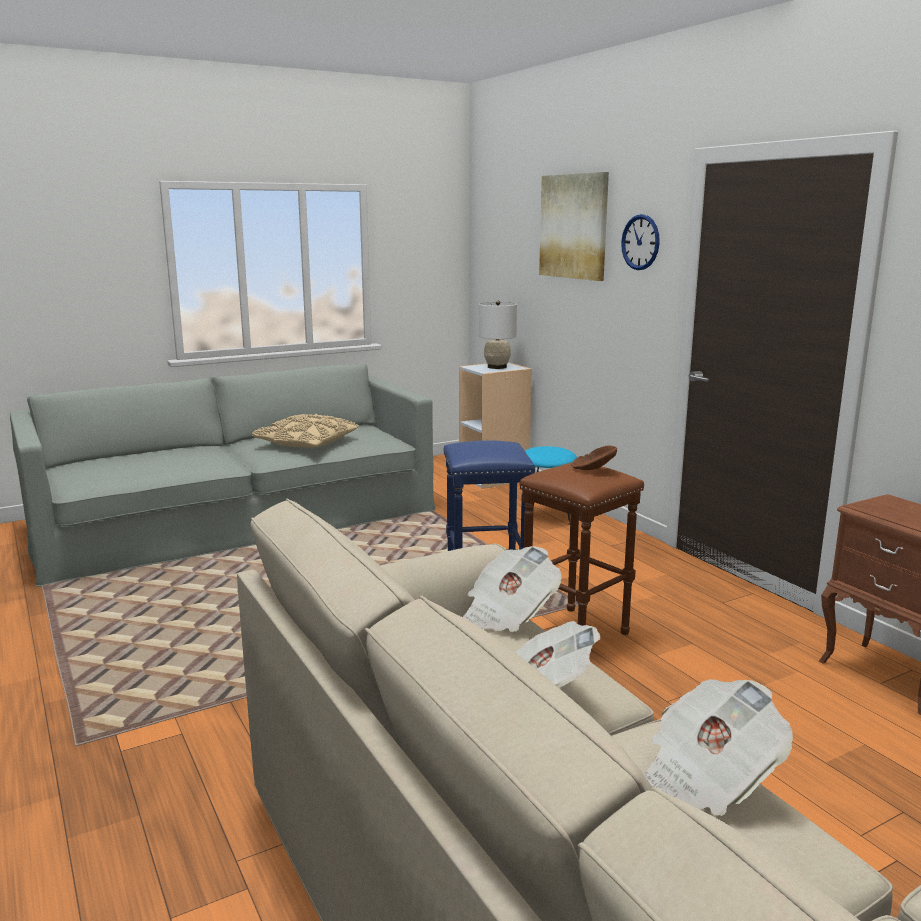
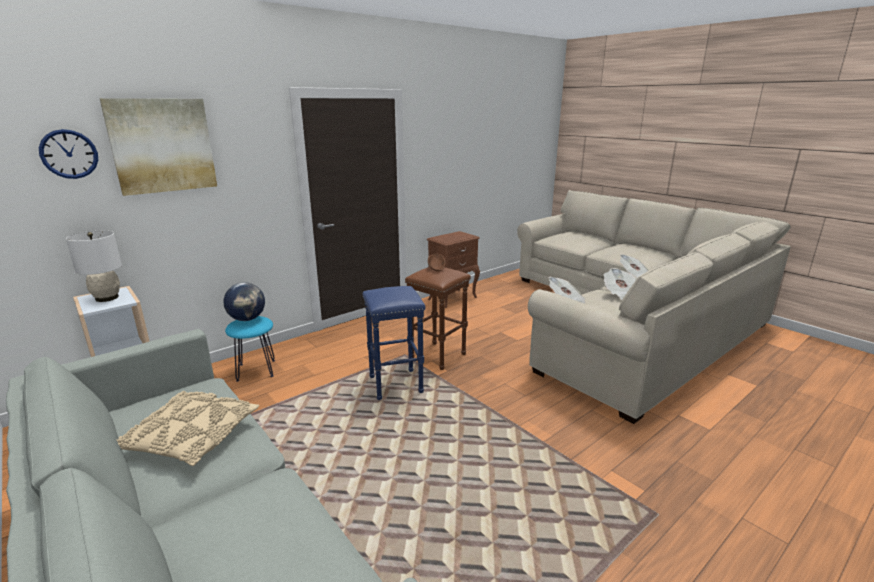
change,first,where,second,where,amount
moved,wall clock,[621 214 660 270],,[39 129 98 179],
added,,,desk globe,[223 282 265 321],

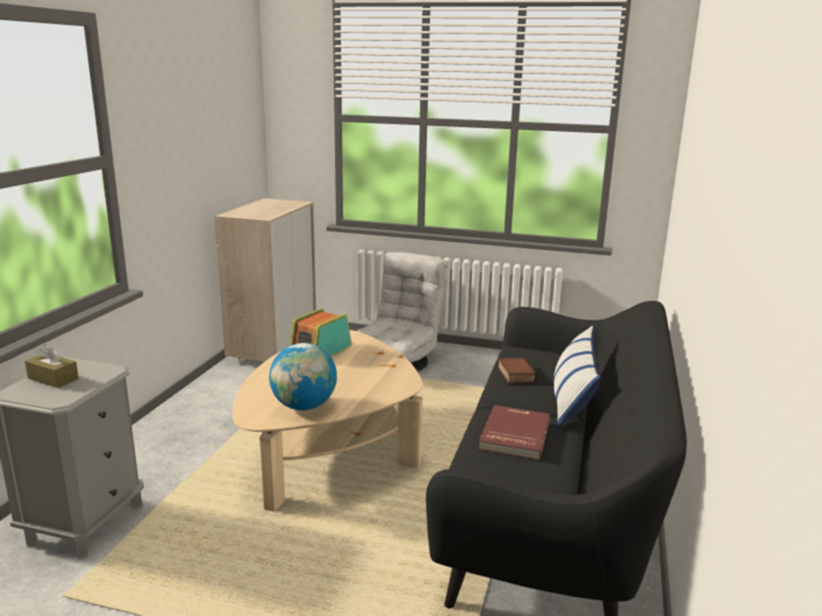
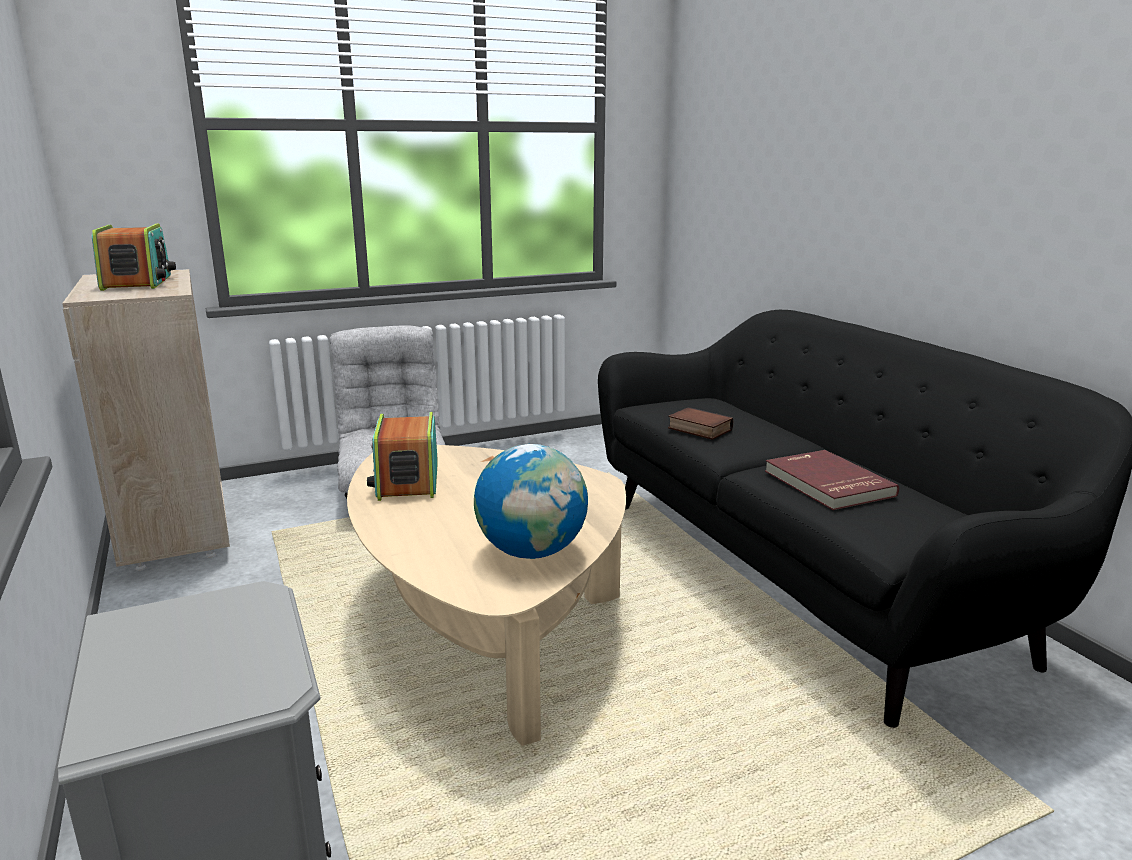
change,first,where,second,where,amount
removed,cushion,[554 325 601 428],,,
removed,brown box of tissues,[25 344 79 388],,,
added,,,radio receiver,[92 224 176 291],

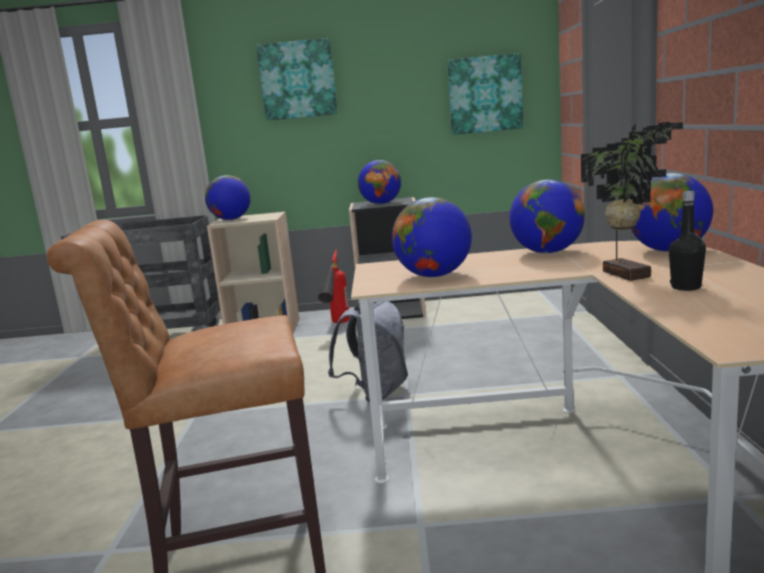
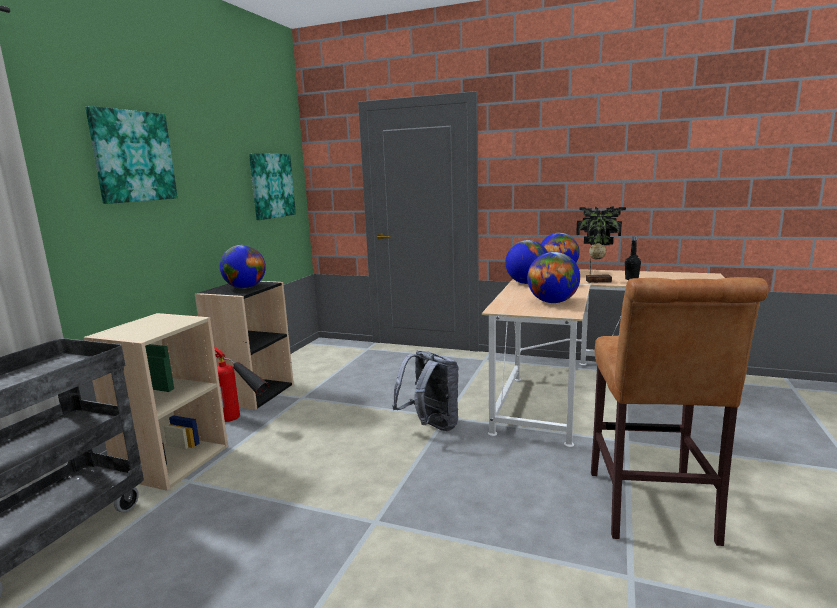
change,first,where,second,where,amount
removed,desk globe,[205 175 251 220],,,

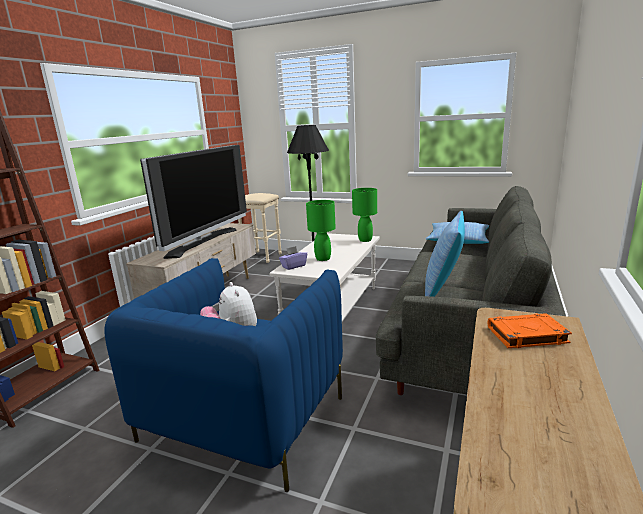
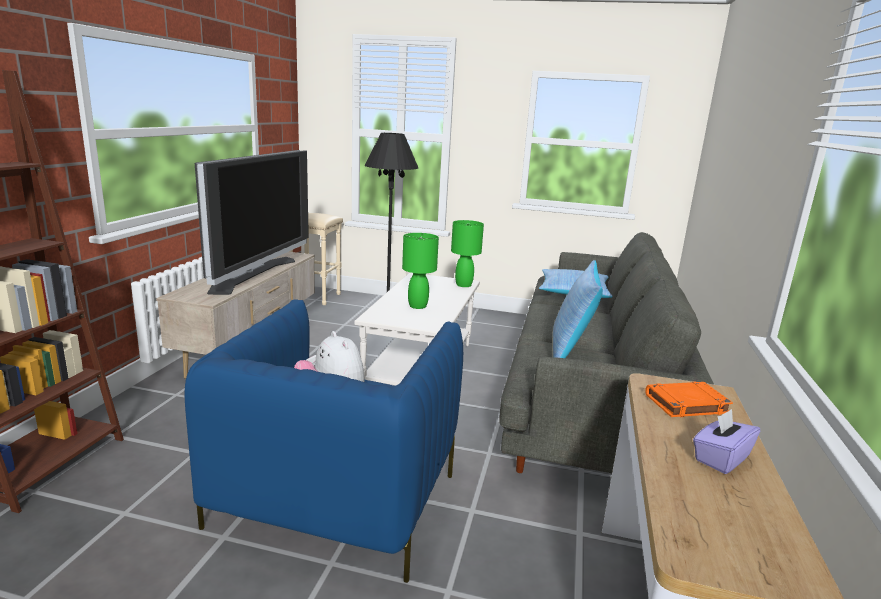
change,first,where,second,where,amount
moved,purple box of tissues,[279 246 307 270],,[693 409 760 474],

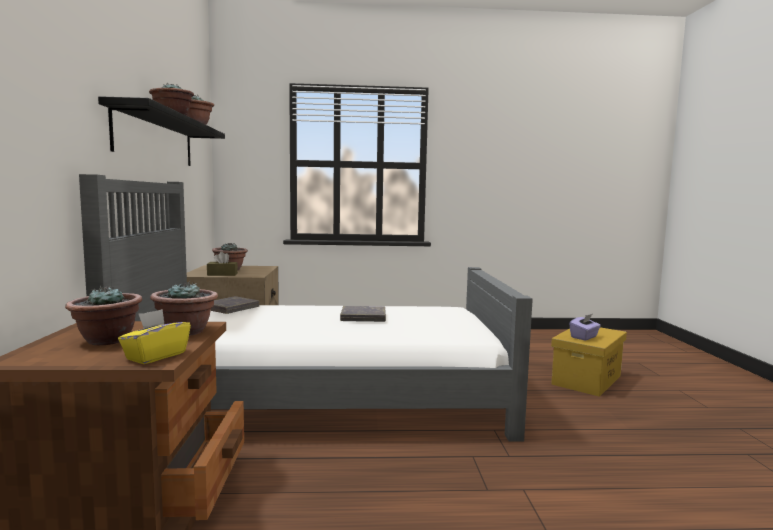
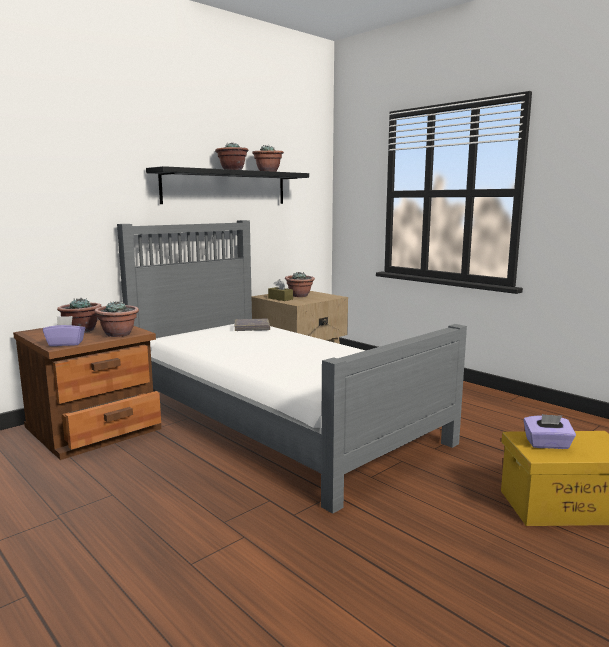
change,first,where,second,where,amount
removed,grey book,[340 306 386 322],,,
recoloured,yellow box of tissues,[118 309 191 364],purple box of tissues,[43 316 85 346],

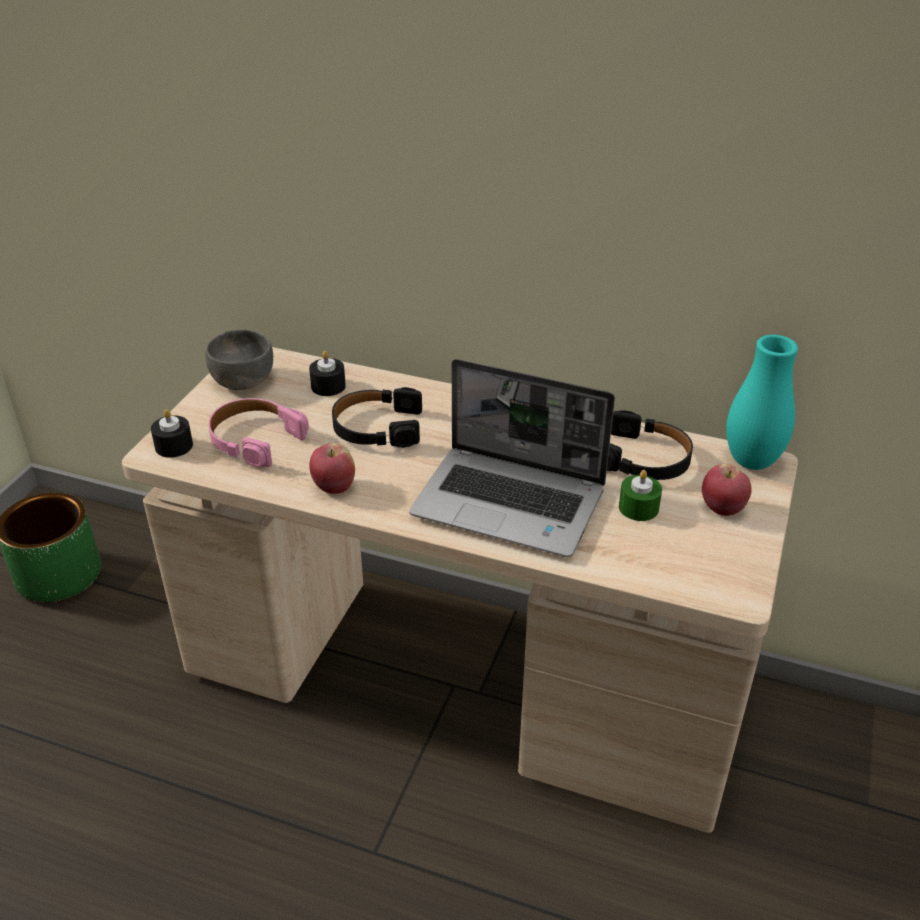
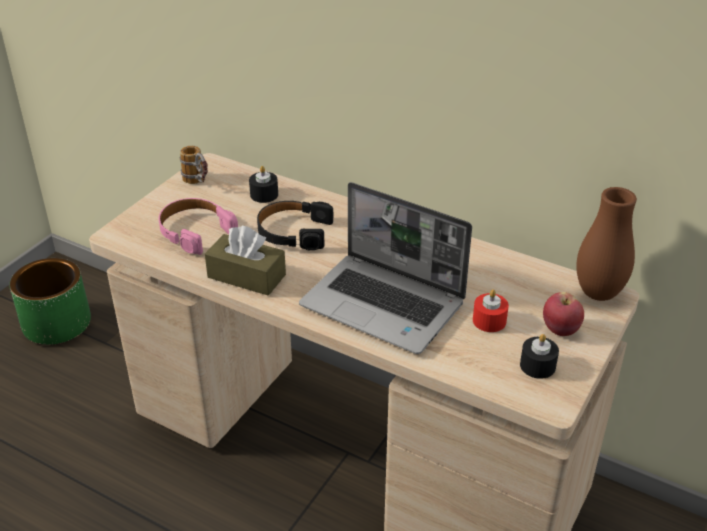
change,first,where,second,where,amount
replaced,grey deep dish,[205 330 273 390],coffee mug,[180 146 208 184],
recoloured,blue-green decorative vase,[726 335 798 470],brown decorative vase,[576 187 637 301],
moved,black-coloured candle,[151 409 193 458],,[520 334 559 379],
removed,black-coloured pair of headphones,[607 410 693 480],,,
replaced,whole apple,[309 443 355 494],brown box of tissues,[205 226 286 296],
recoloured,green candle,[619 470 662 521],red candle,[473 289 509 332],

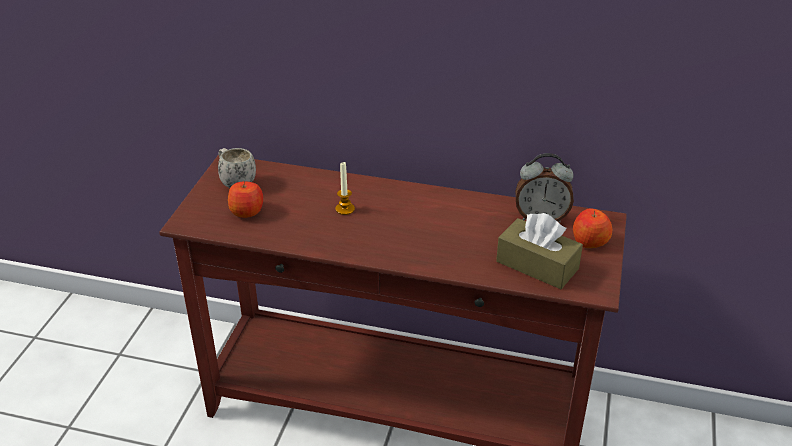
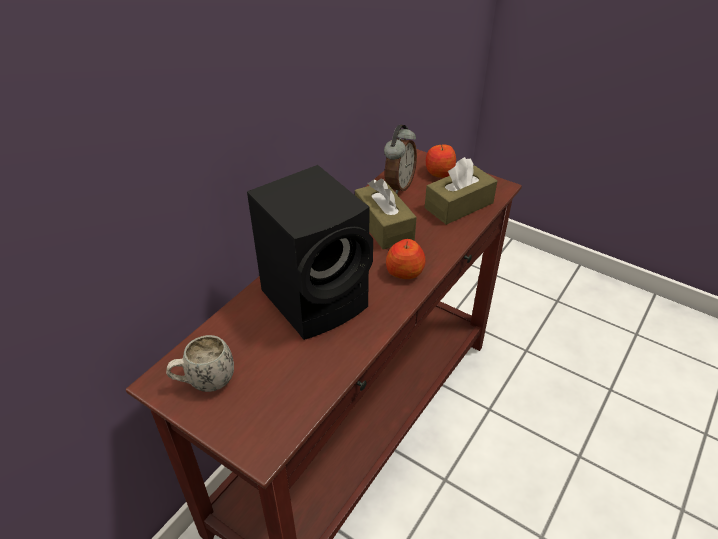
change,first,where,second,where,amount
replaced,candle,[336 162 355 215],black-coloured speaker,[247 165 373 340],
moved,whole apple,[228 181 263 218],,[386 239 426 279],
added,,,brown box of tissues,[355 179 417 250],

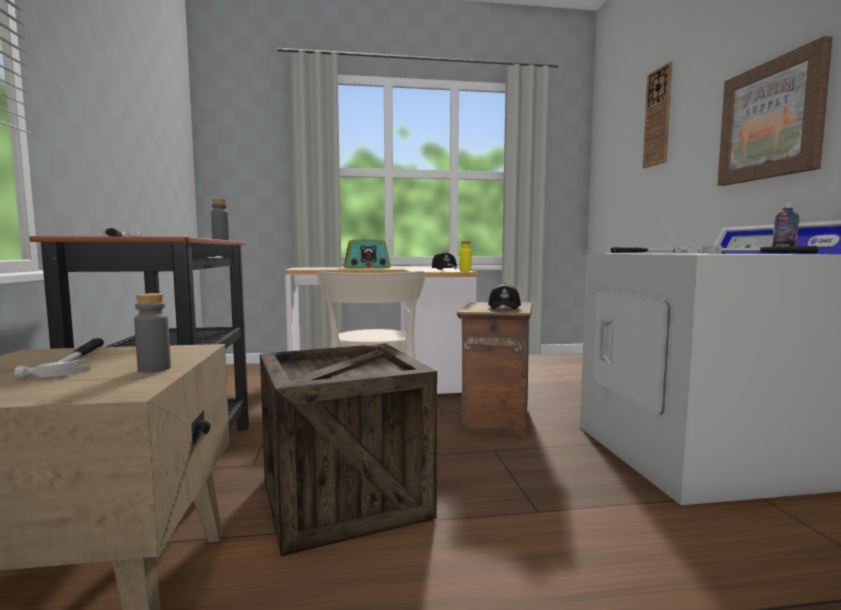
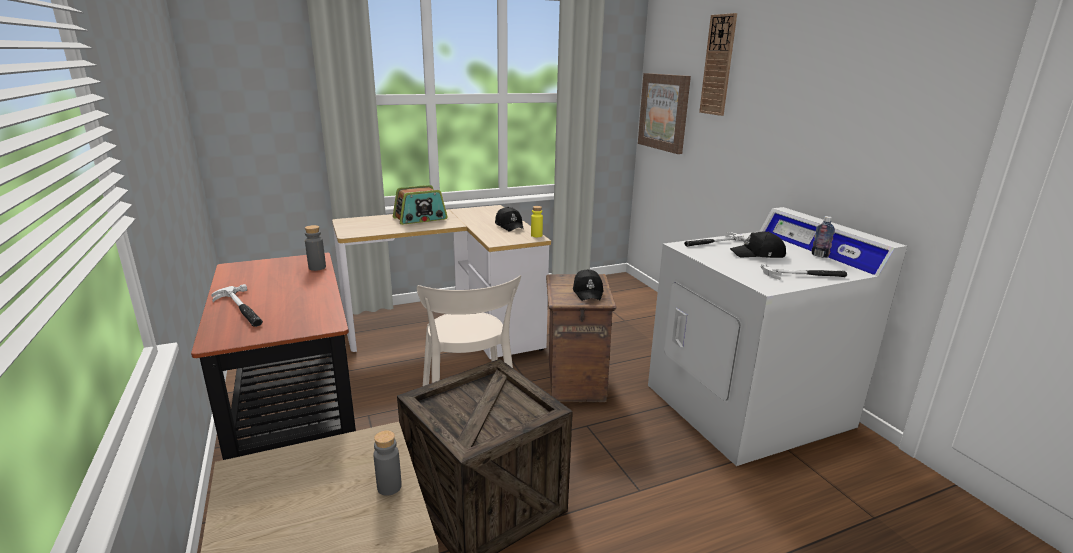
change,first,where,second,where,amount
moved,wall art,[717 36 833 186],,[638 73 691 154],
removed,hand hammer,[14 338 104 379],,,
added,,,black-coloured baseball cap,[730 232 786 258],

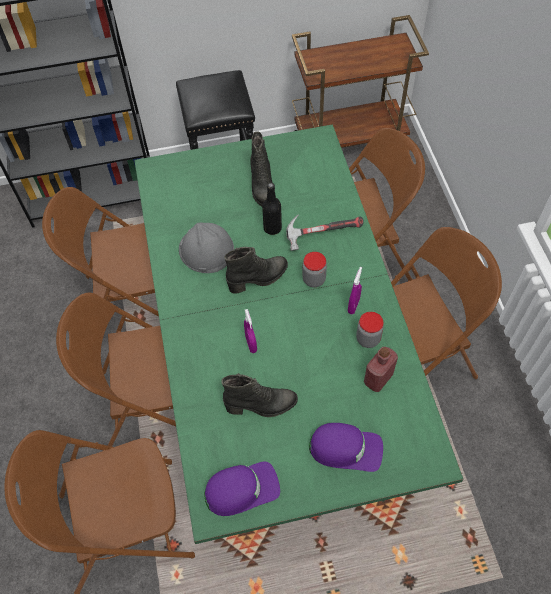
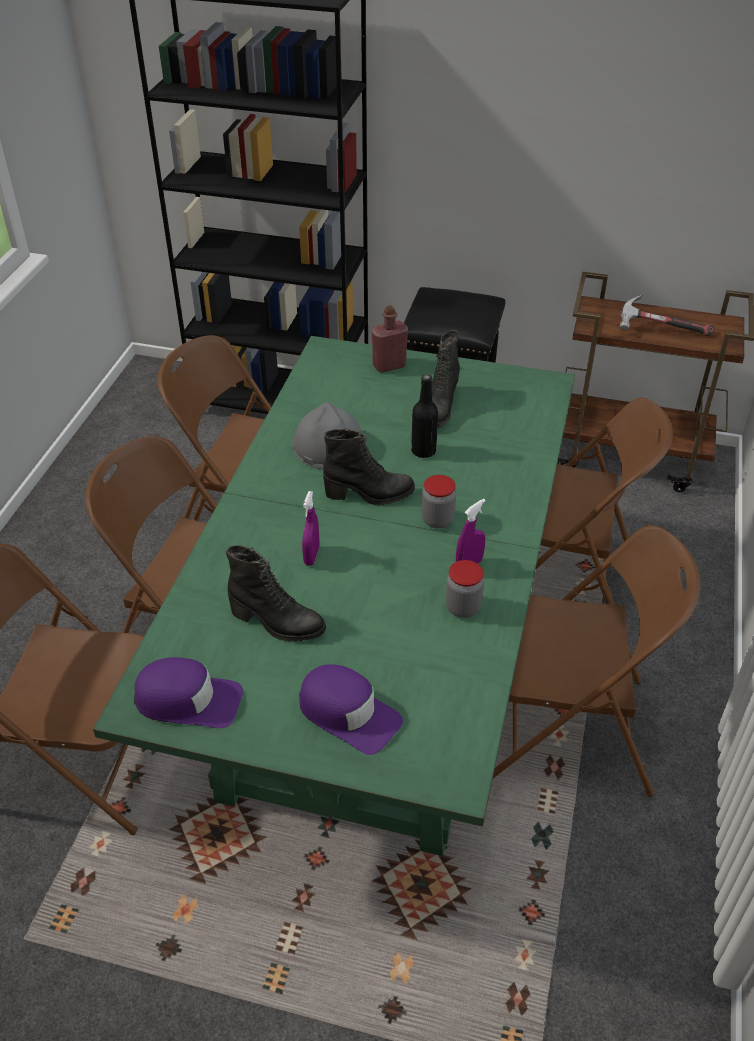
change,first,where,second,where,amount
moved,hand hammer,[286 214 364 251],,[620 295 715 336],
moved,red drink bottle,[364 347 398 392],,[372 305 408 373],

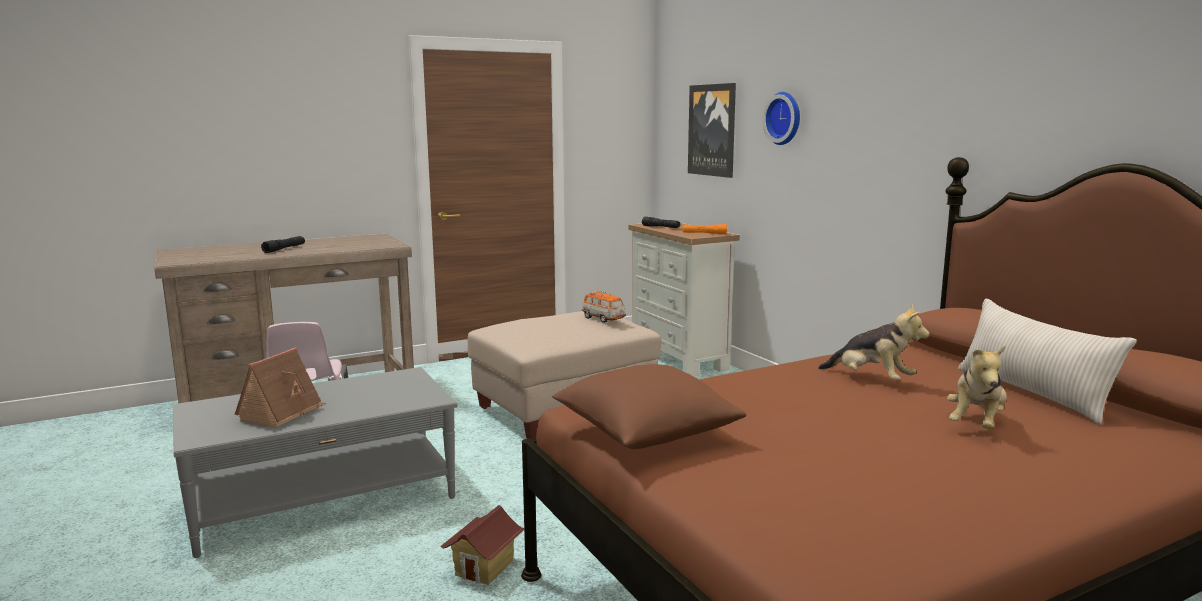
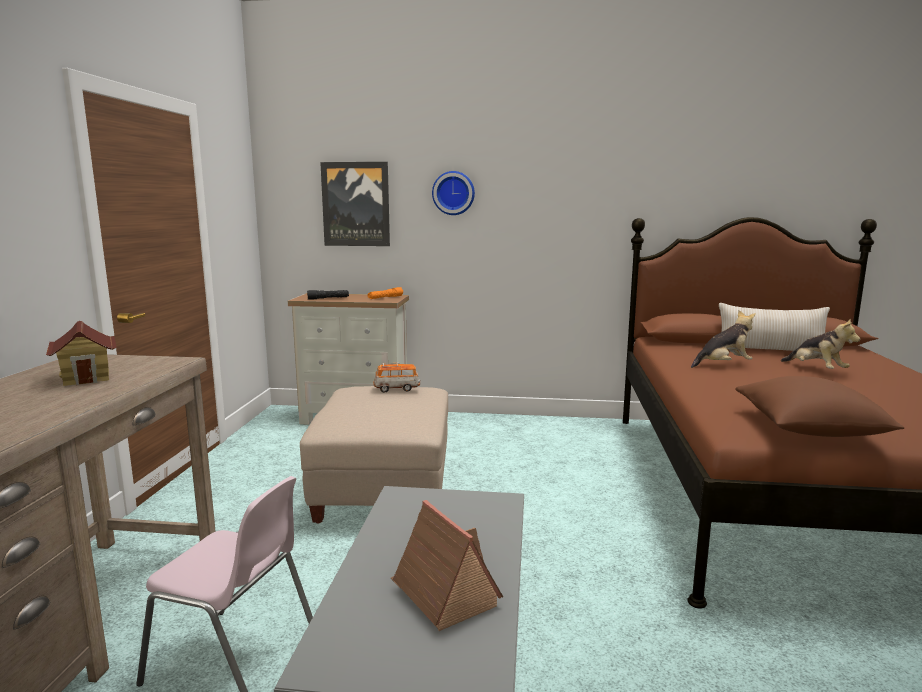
change,first,where,second,where,amount
removed,black-coloured flashlight,[261 236 305 253],,,
moved,miniature house,[440 505 524 585],,[46 321 117 386],

